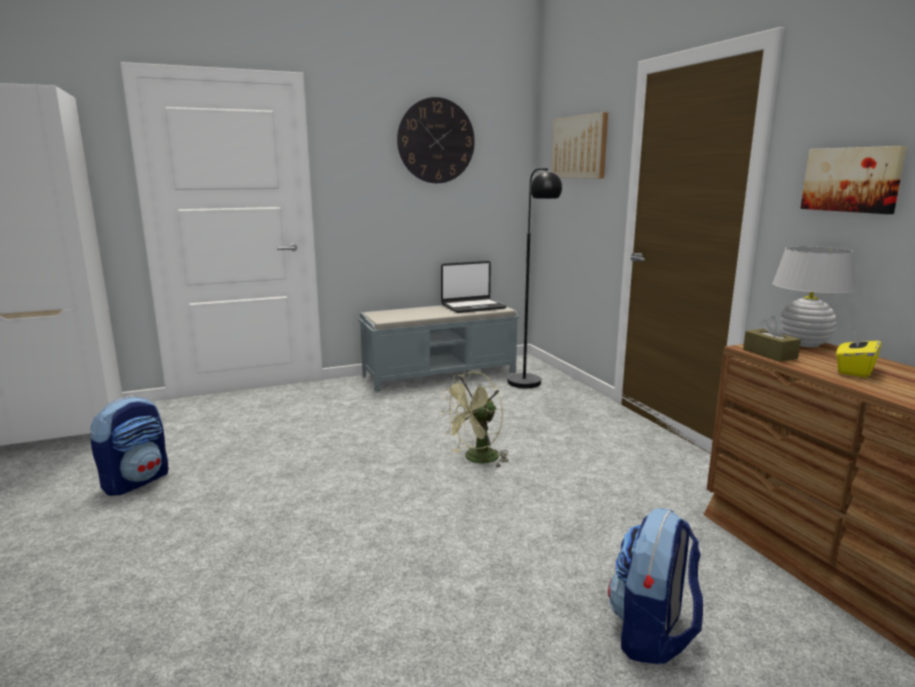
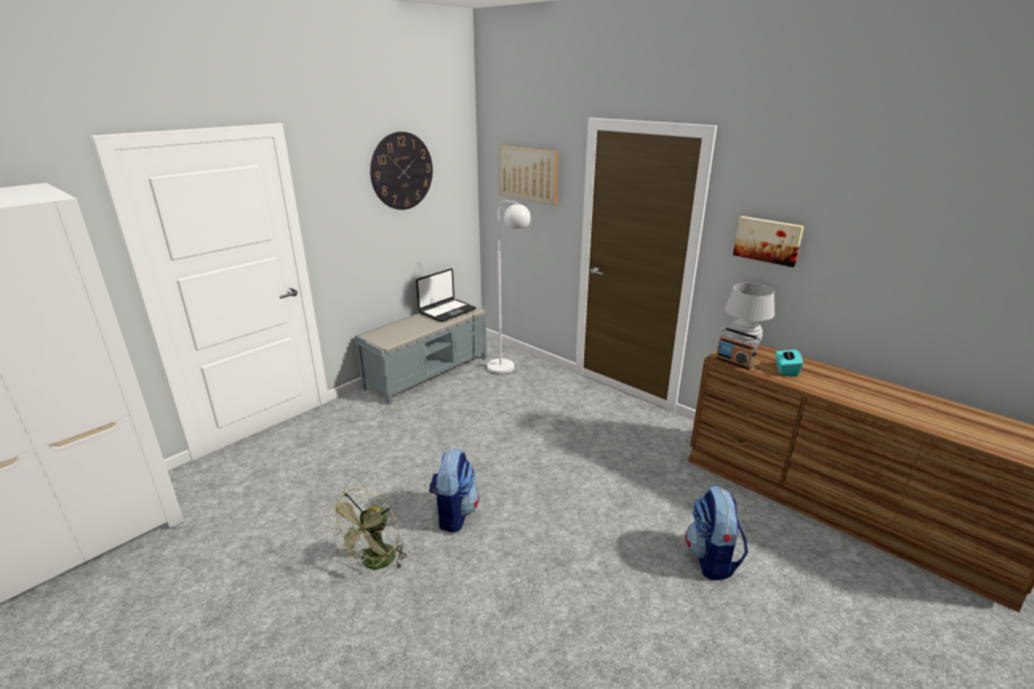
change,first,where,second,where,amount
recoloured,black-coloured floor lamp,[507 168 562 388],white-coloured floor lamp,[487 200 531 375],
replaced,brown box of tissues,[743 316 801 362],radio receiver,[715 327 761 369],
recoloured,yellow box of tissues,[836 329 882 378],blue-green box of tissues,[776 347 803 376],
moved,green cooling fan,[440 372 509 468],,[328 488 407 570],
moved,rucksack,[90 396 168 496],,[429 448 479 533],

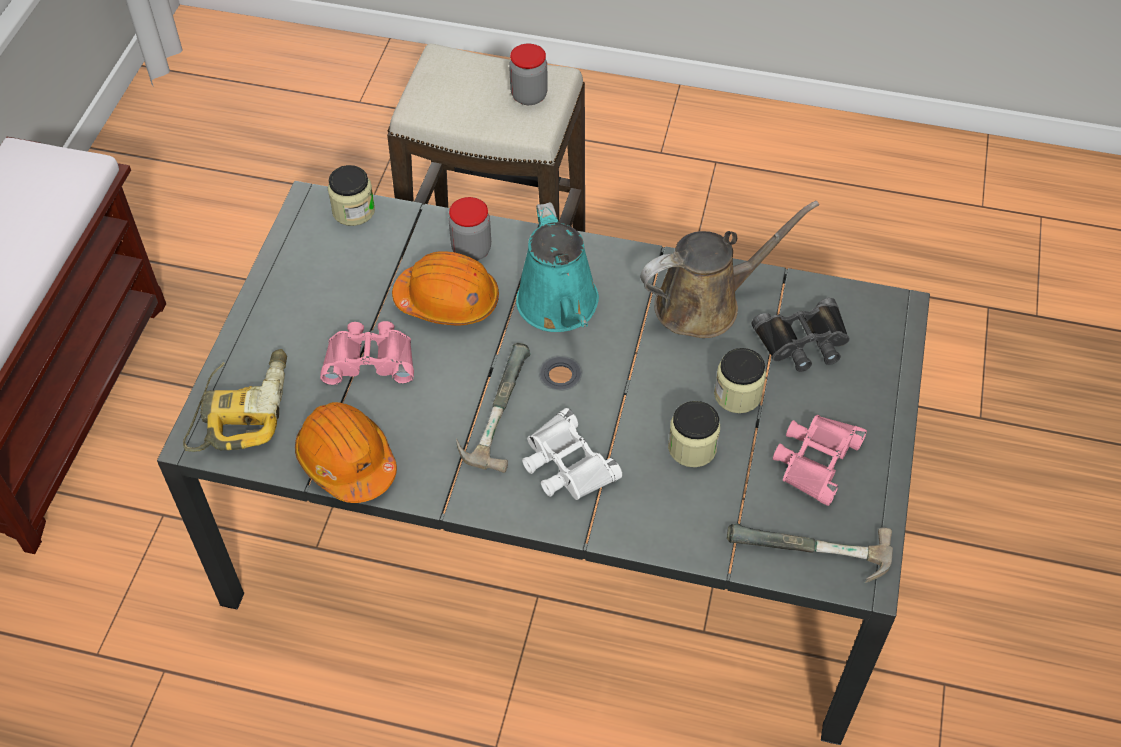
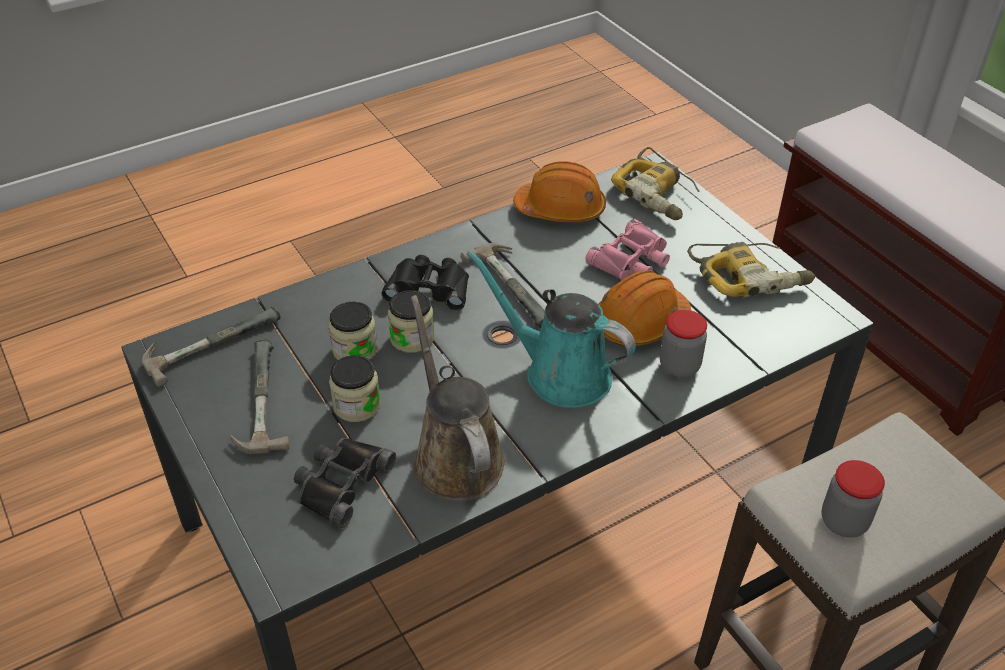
change,first,where,second,where,amount
moved,jar,[328 165 375 226],,[388 290 435 353],
turned,brown sprinkling can,[640 201 819 338],,[411 295 505 501],135 degrees clockwise
recoloured,white-coloured pair of binoculars,[522 408 622 500],black-coloured pair of binoculars,[382 255 469 310],
replaced,pinkish pair of binoculars,[773 415 867 506],hand hammer,[230 339 290 454],
added,,,power drill,[687 242 816 298],

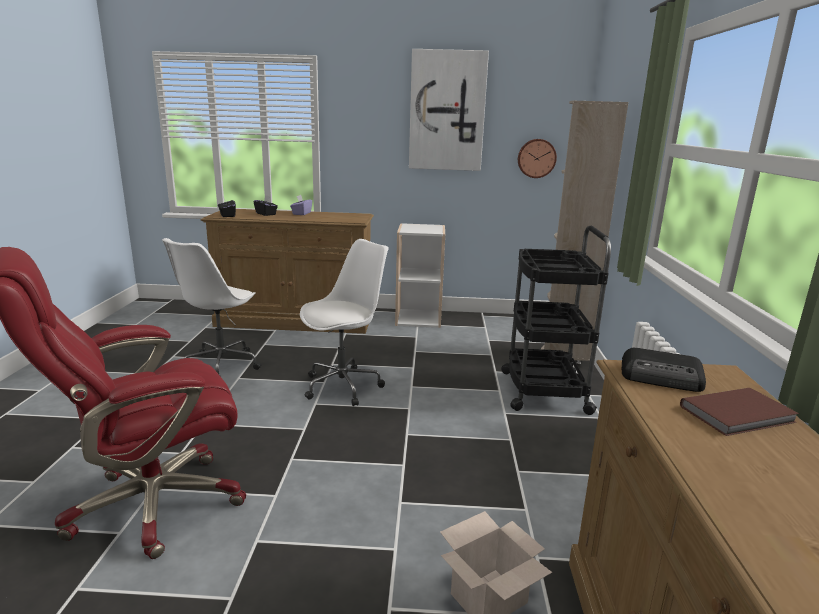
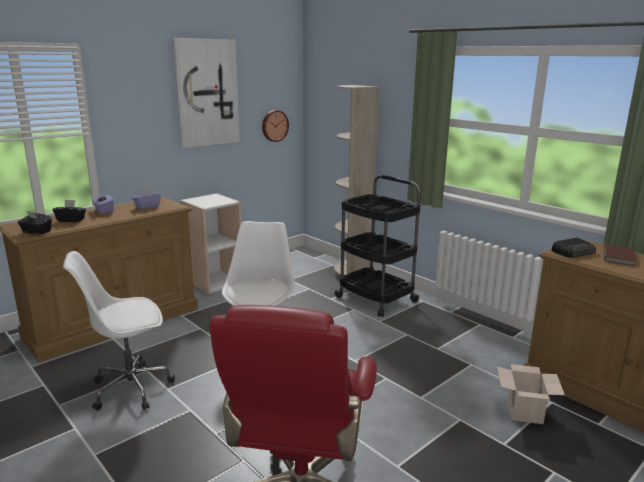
change,first,where,second,where,amount
turned,white-coloured computer chair,[162 238 261 377],,[63 251 175 410],90 degrees clockwise
added,,,purple box of tissues,[132 188 161 210],

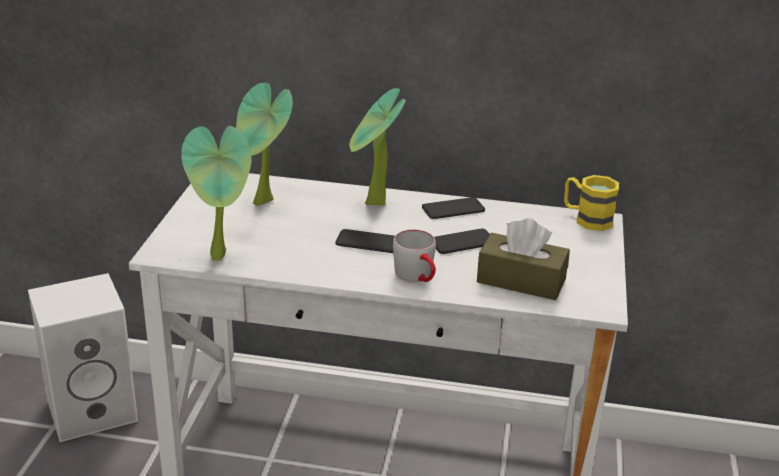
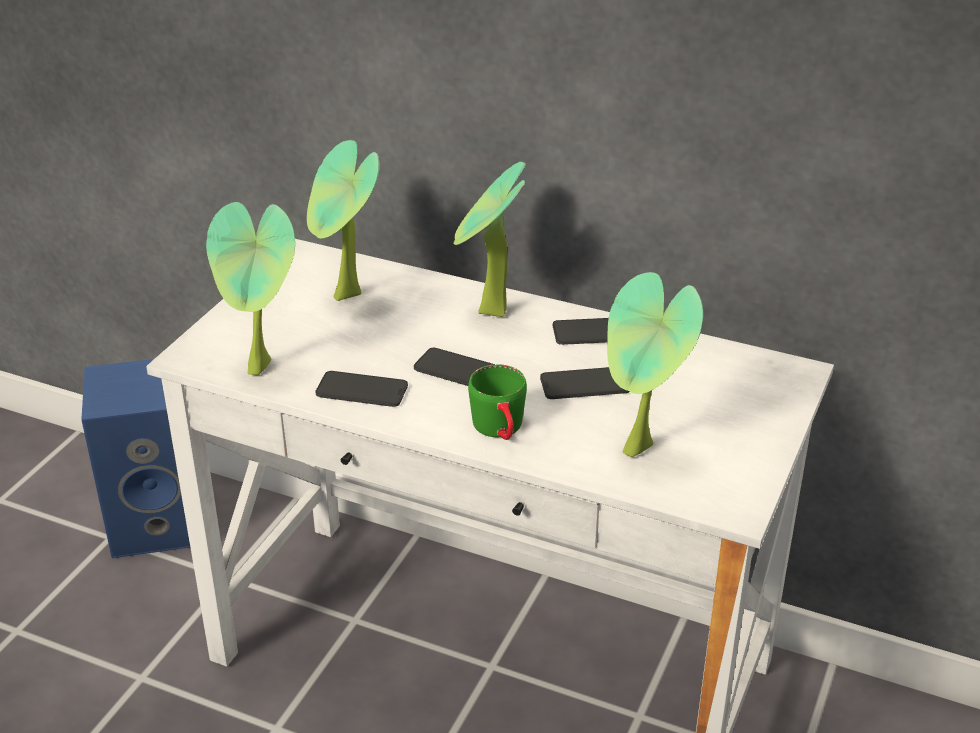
change,first,where,second,where,amount
removed,yellow coffee mug,[564 175 619 231],,,
replaced,brown box of tissues,[477 218 570 300],potted plant,[607 272 703 457],
recoloured,grey coffee mug,[393 229 436 282],green coffee mug,[468 364 527 440],
recoloured,white-coloured speaker,[28 273 138 442],blue-coloured speaker,[81 359 190 558],
added,,,handset,[315 371 408 407],

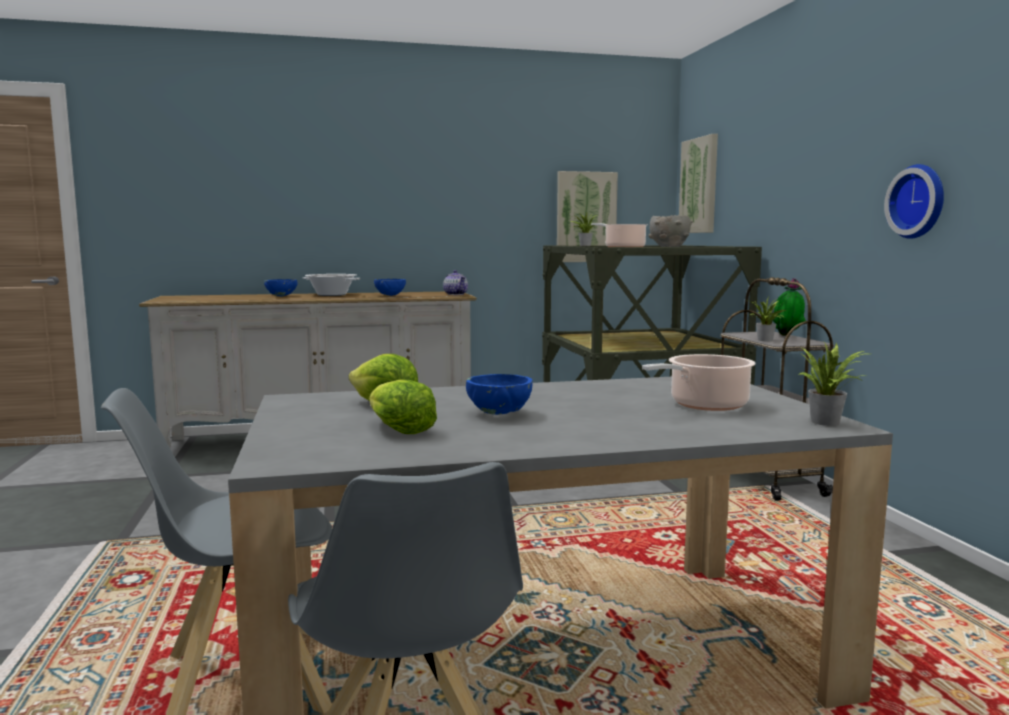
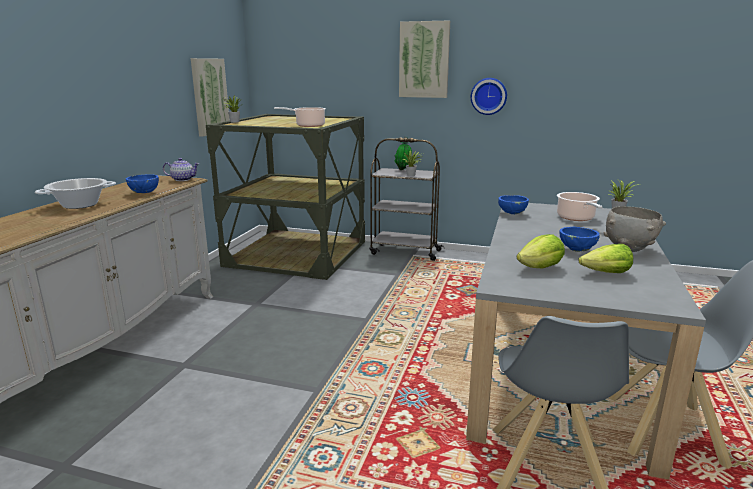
change,first,where,second,where,amount
moved,wall art,[679 134 718 233],,[399 20 450 98],
moved,grey deep dish,[648 215 693 247],,[604 206 666 252],
moved,blue-coloured deep dish,[264 279 298 297],,[498 195 529 214],

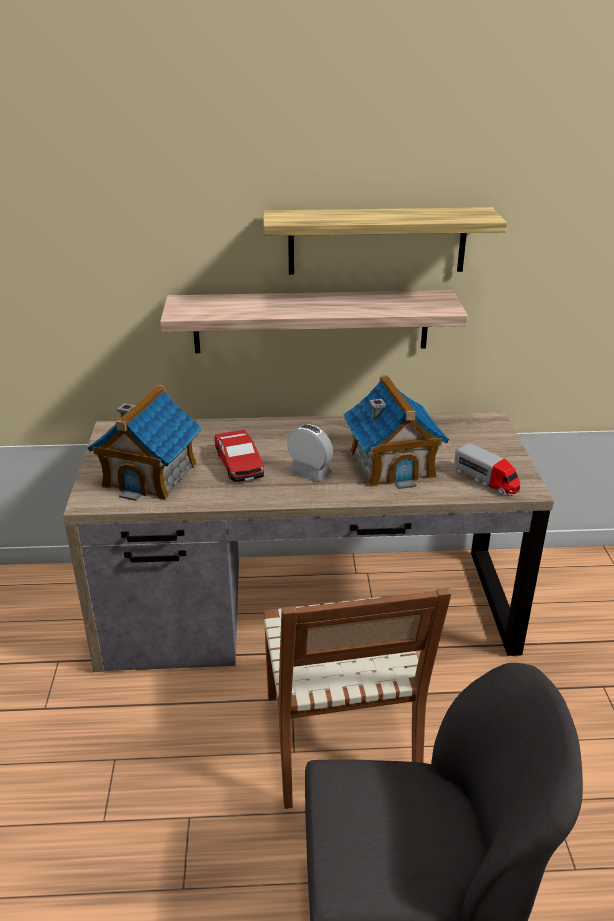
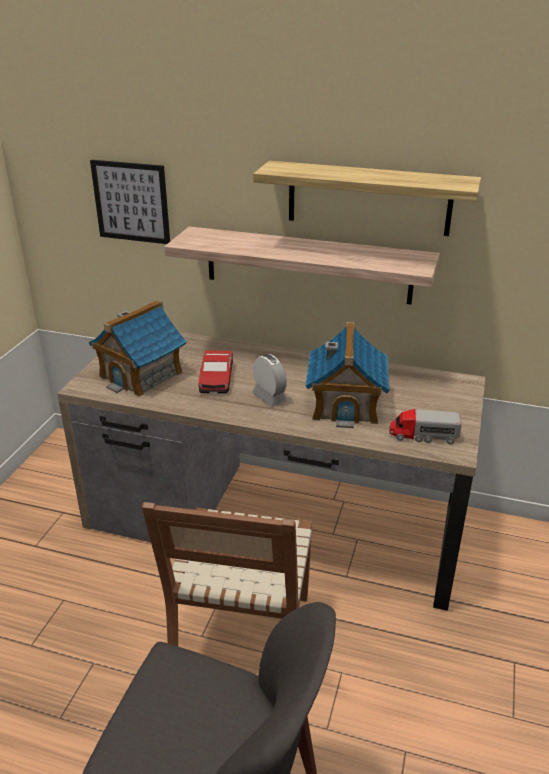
change,first,where,second,where,amount
turned,model truck,[454 443 520 495],,[389 409 462 444],120 degrees clockwise
added,,,wall art,[90 160 170 244],

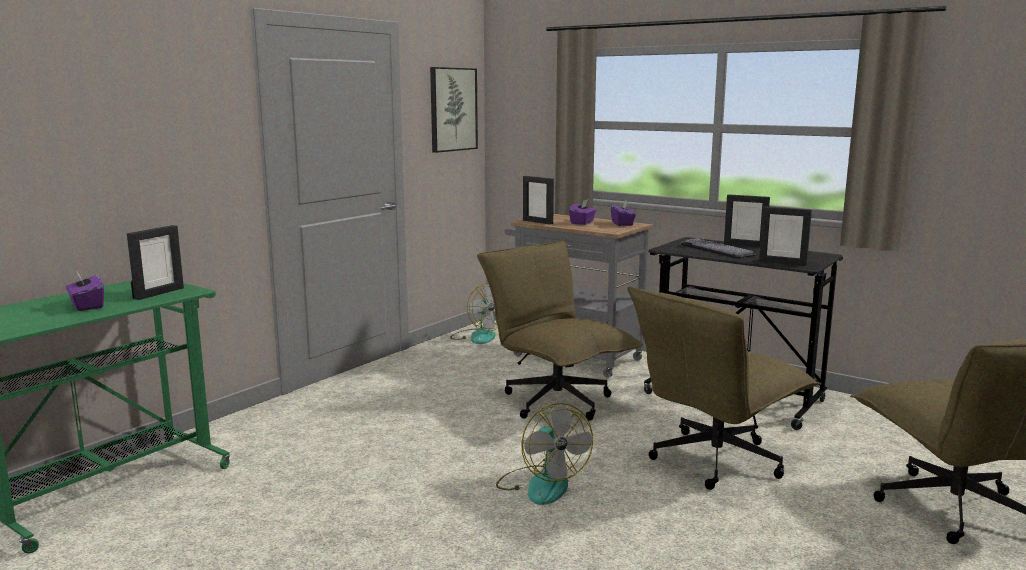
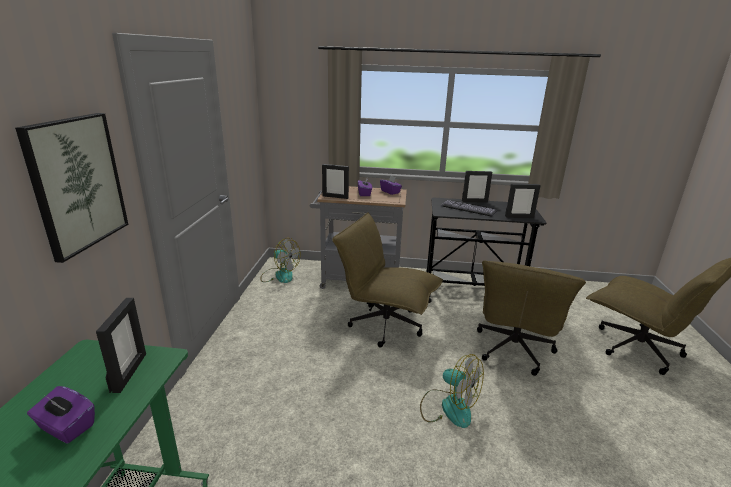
change,first,where,second,where,amount
moved,wall art,[430 67 478 153],,[15 113 128 263],

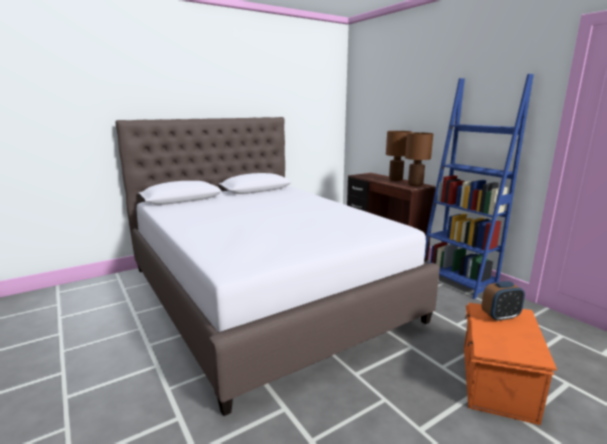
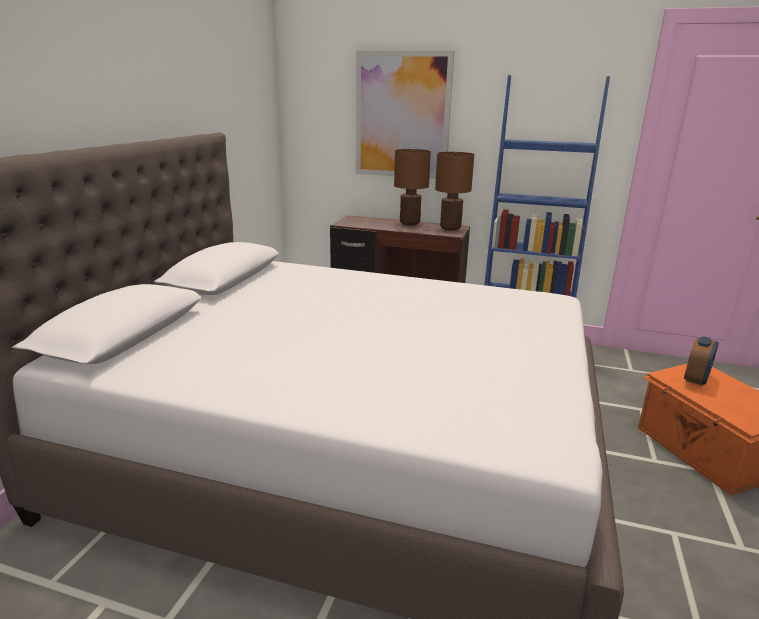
change,first,where,second,where,amount
added,,,wall art,[356 50 454 179],

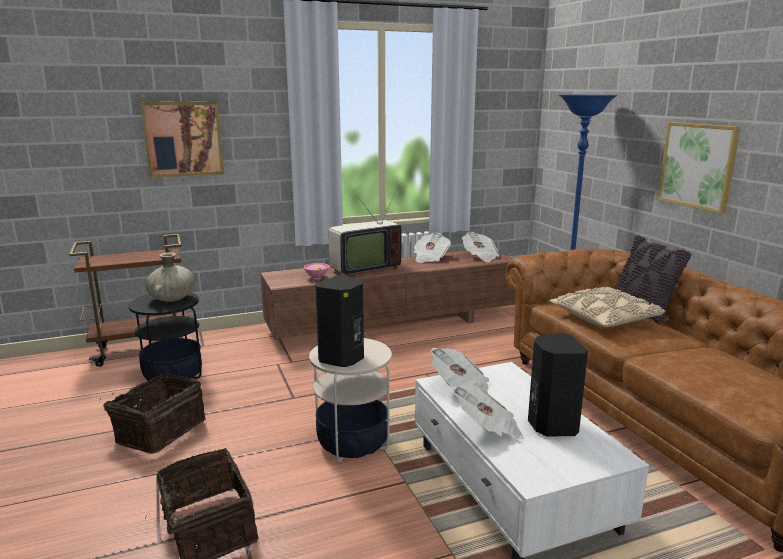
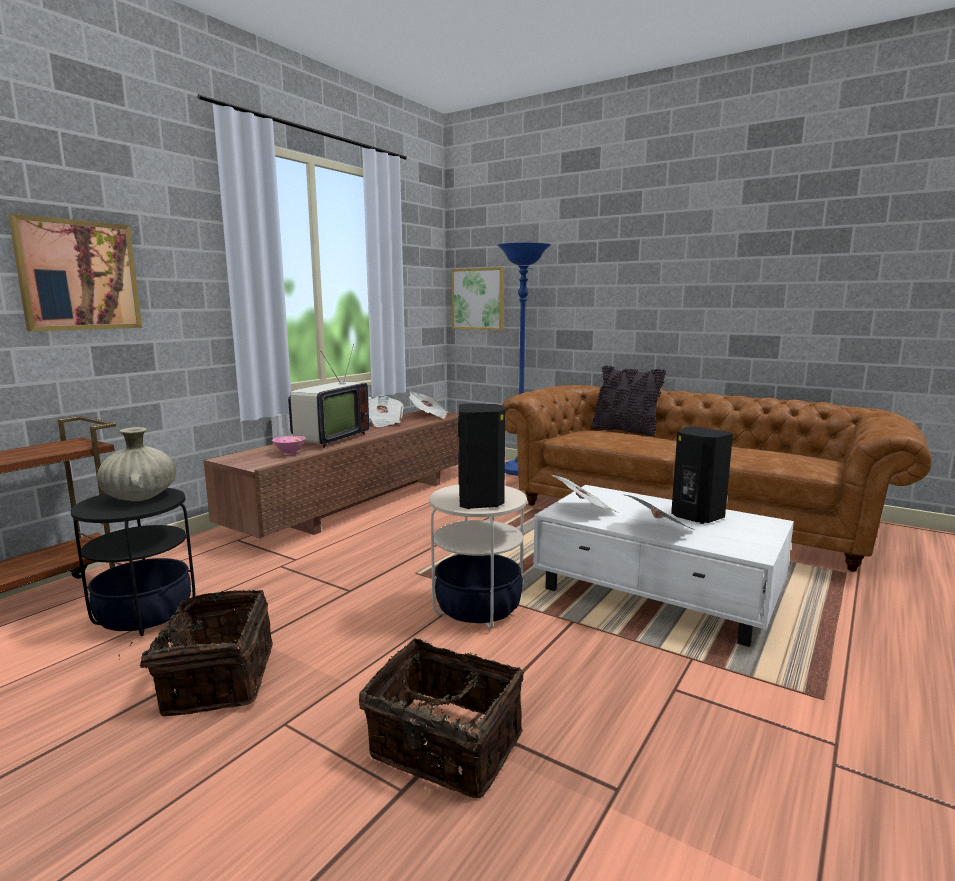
change,first,where,second,where,amount
moved,wall art,[658 122 741 213],,[451 267 504 330],
removed,sand-coloured cushion,[550 287 666 327],,,

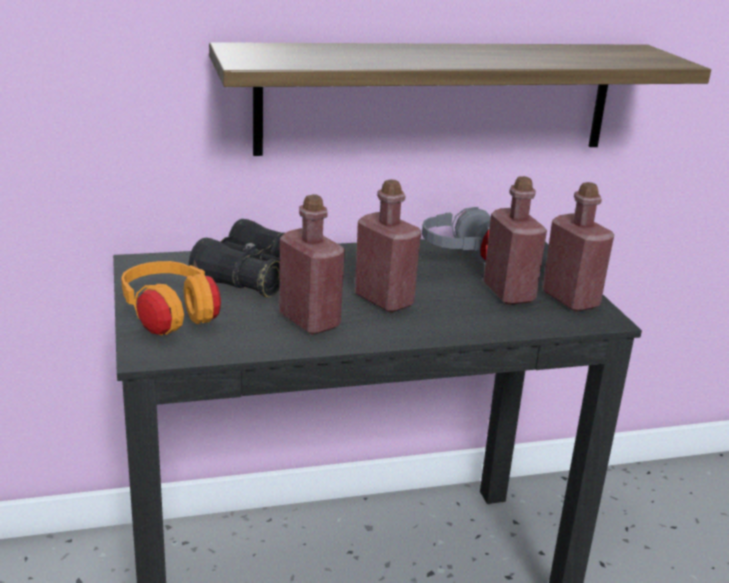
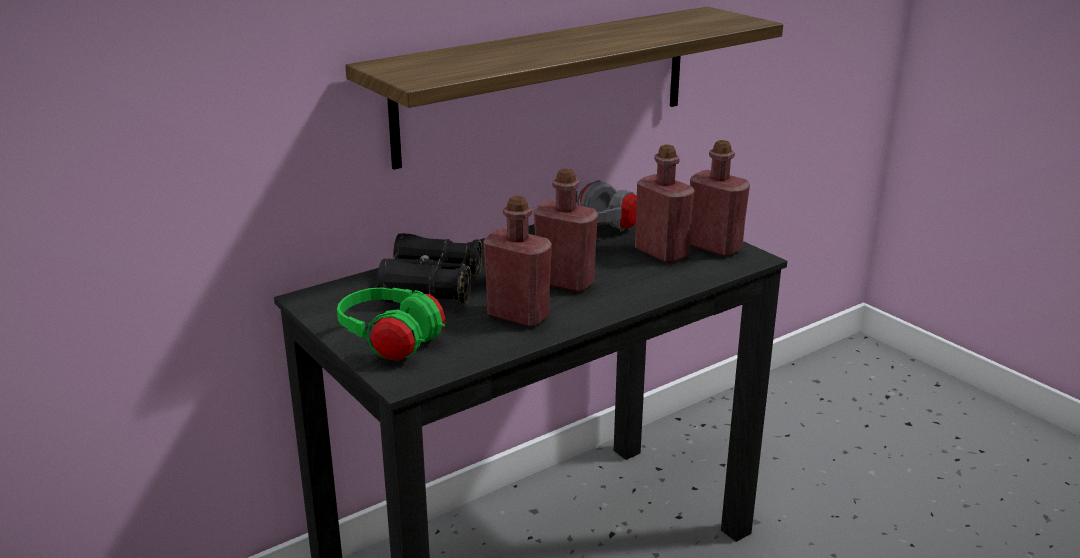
change,first,where,second,where,amount
recoloured,orange-coloured pair of headphones,[121 261 221 336],green pair of headphones,[337 288 445 361],

